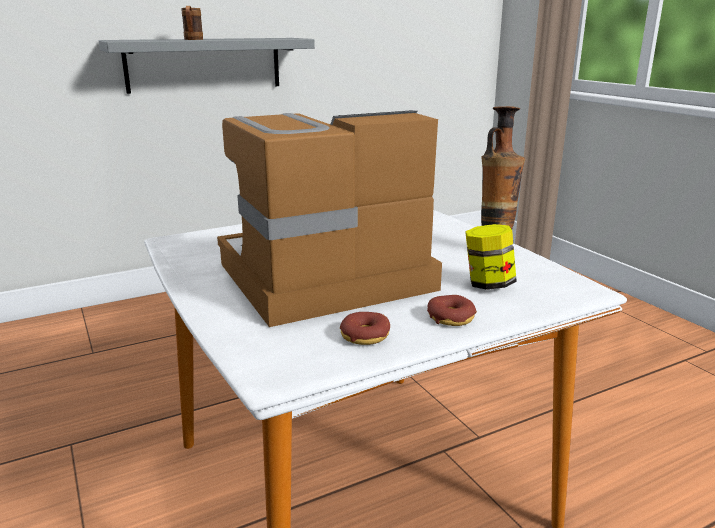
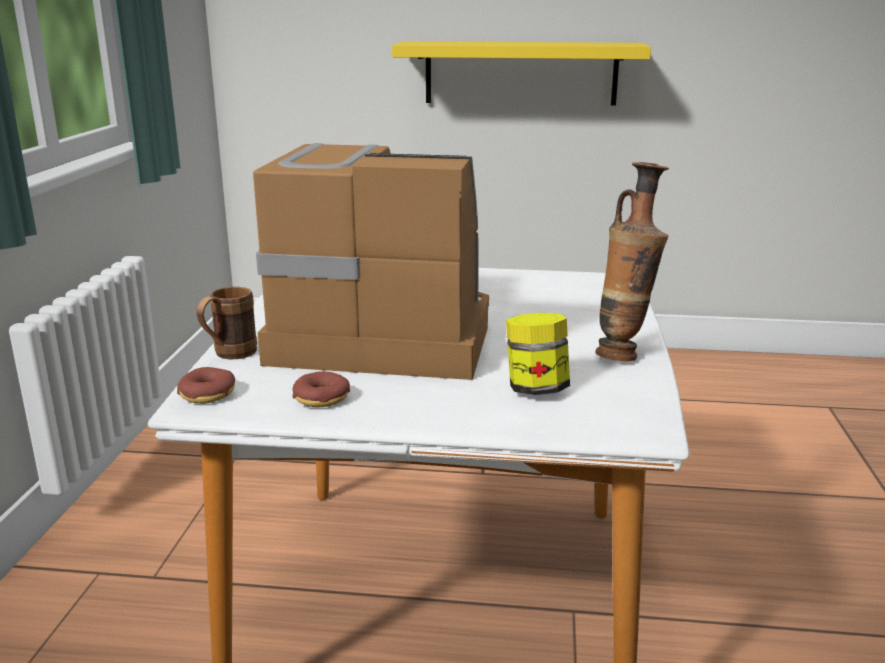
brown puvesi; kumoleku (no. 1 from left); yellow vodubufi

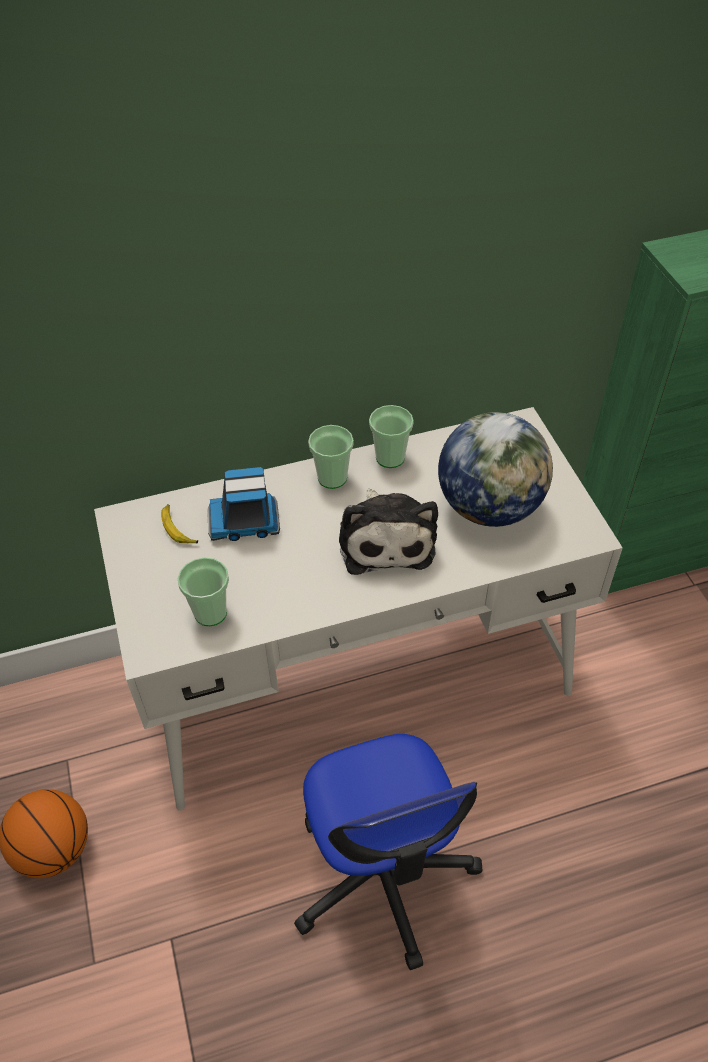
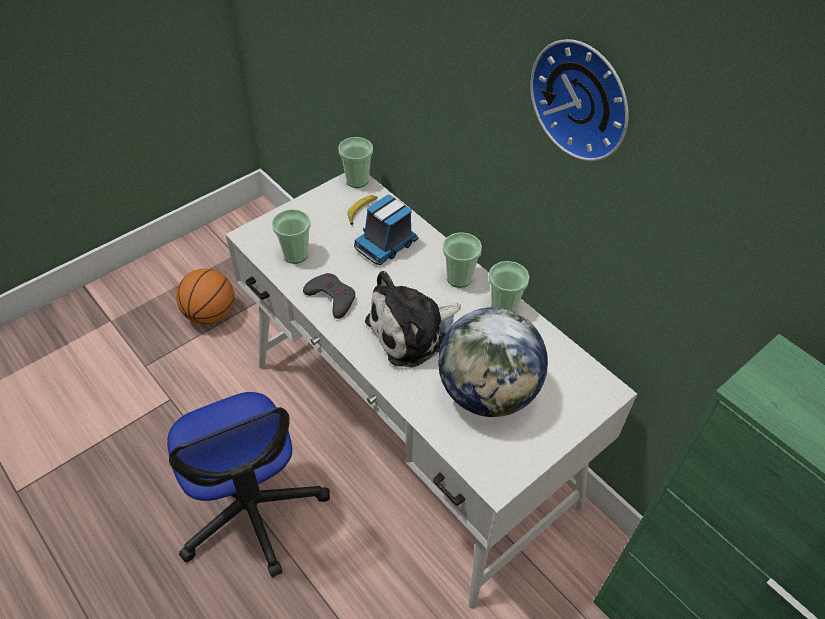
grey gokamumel; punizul (no. 2 from left); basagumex; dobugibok; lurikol

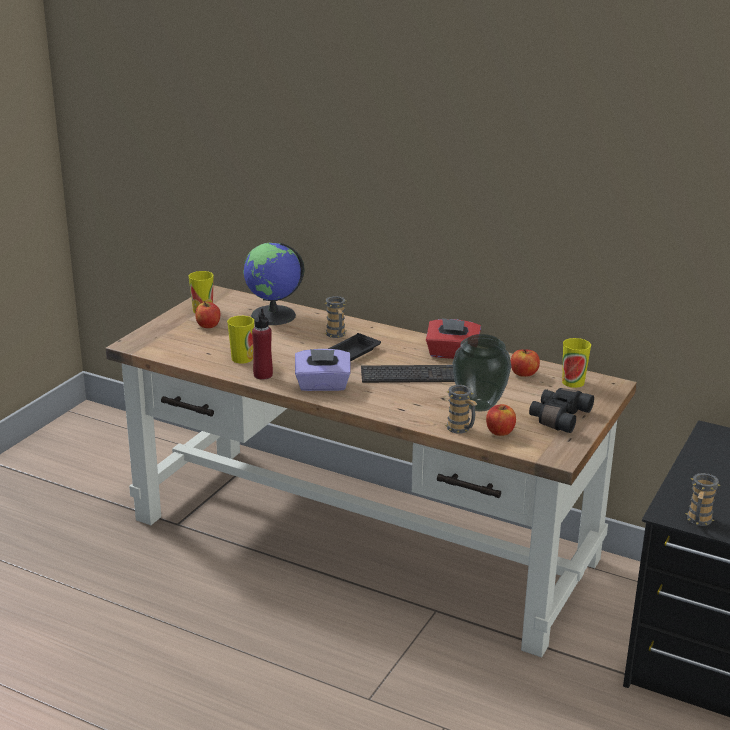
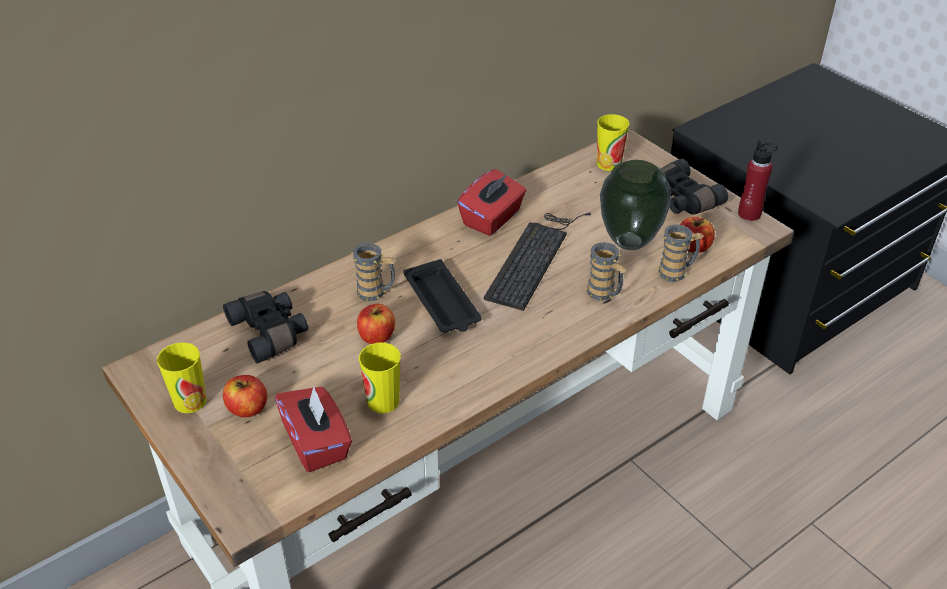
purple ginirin; red ginirin (no. 1 from left); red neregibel; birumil (no. 2 from left); puvesi (no. 2 from left); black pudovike (no. 1 from left)

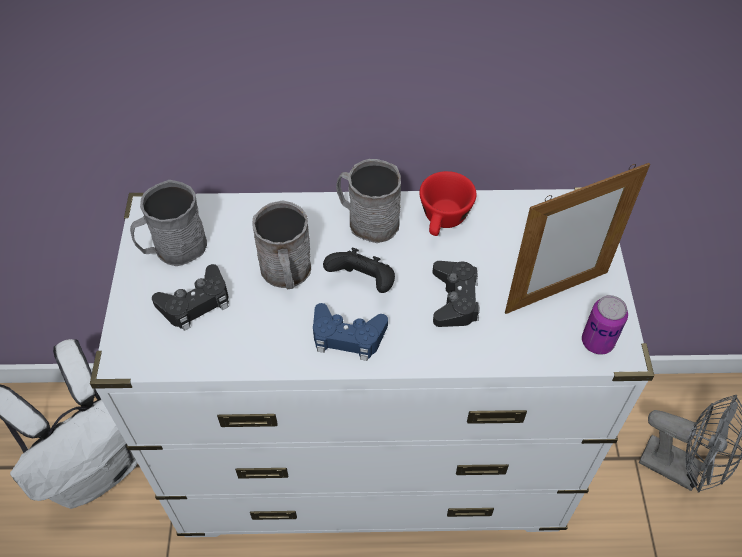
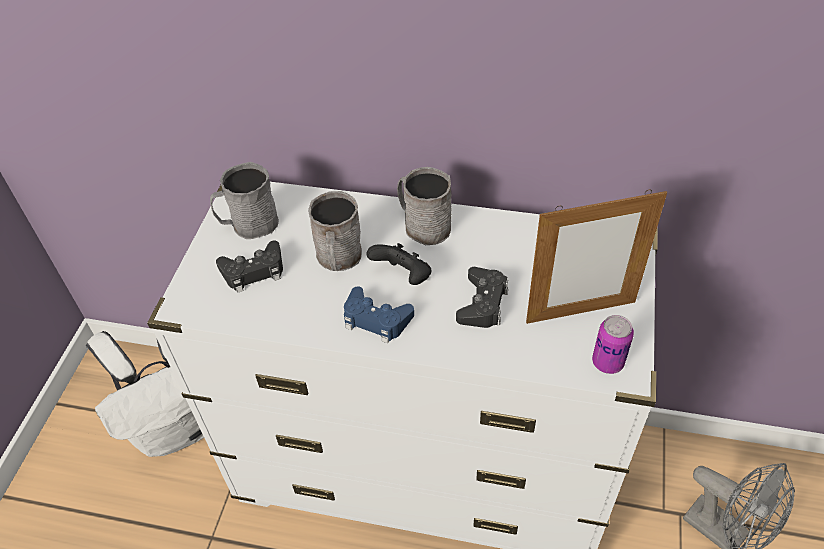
red punizul

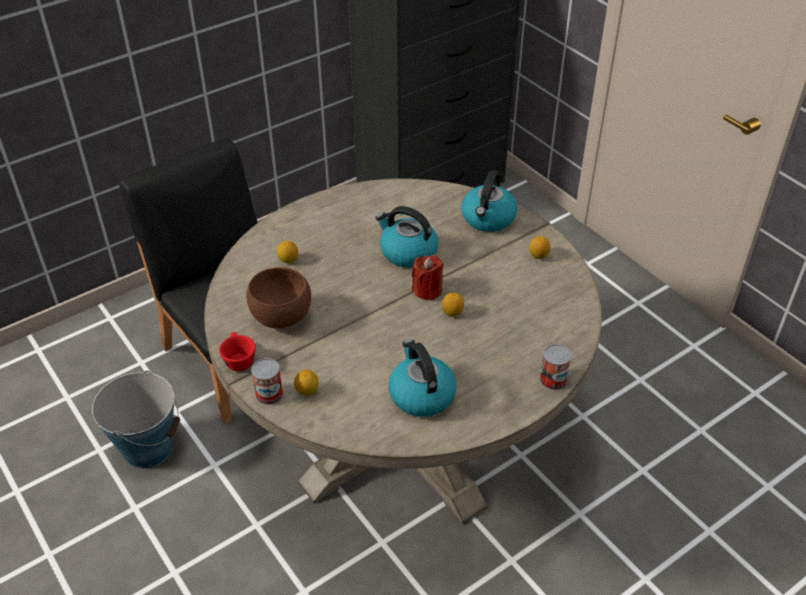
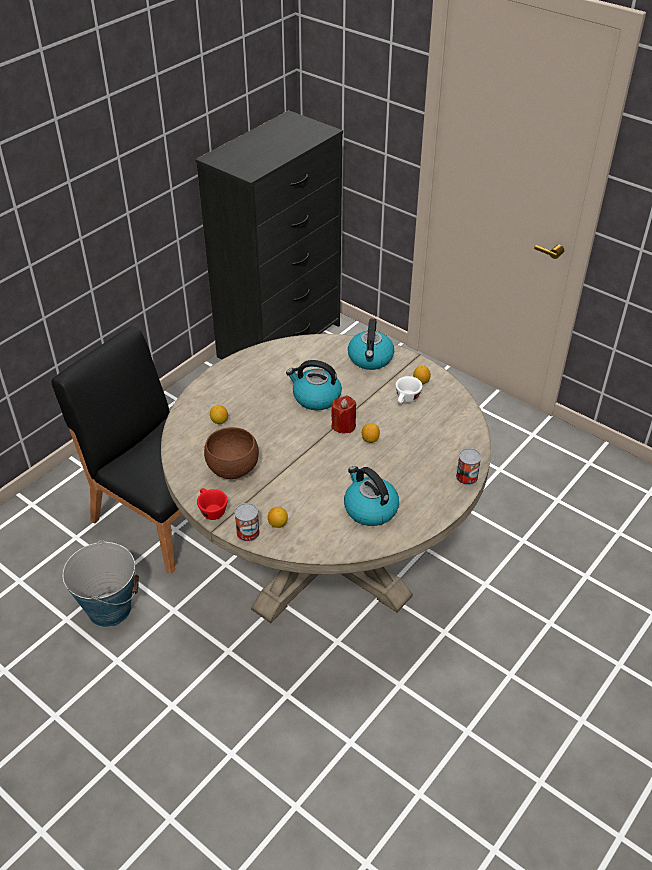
white punizul

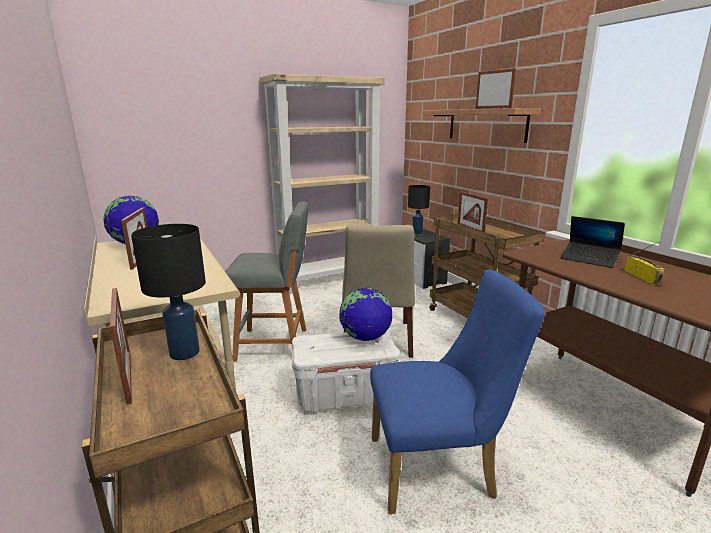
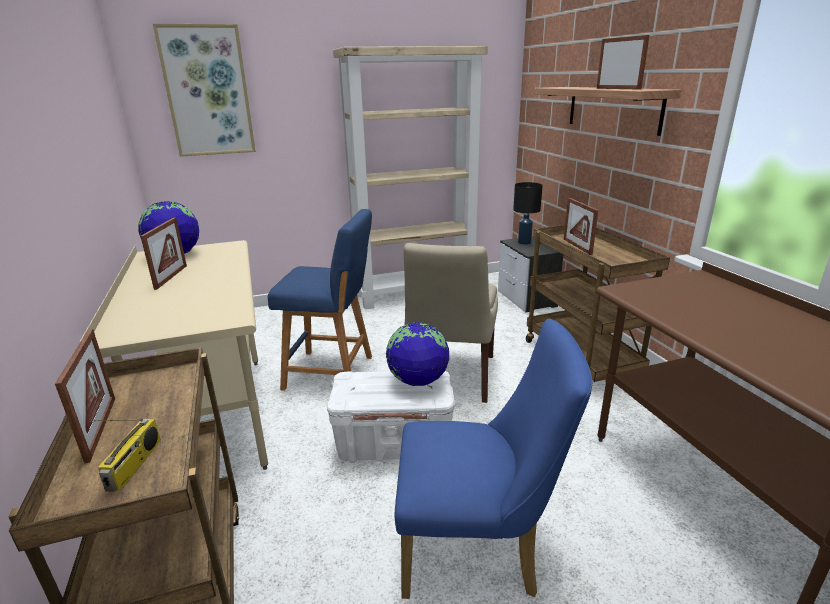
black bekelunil (no. 1 from left in the first image); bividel; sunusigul; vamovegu; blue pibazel

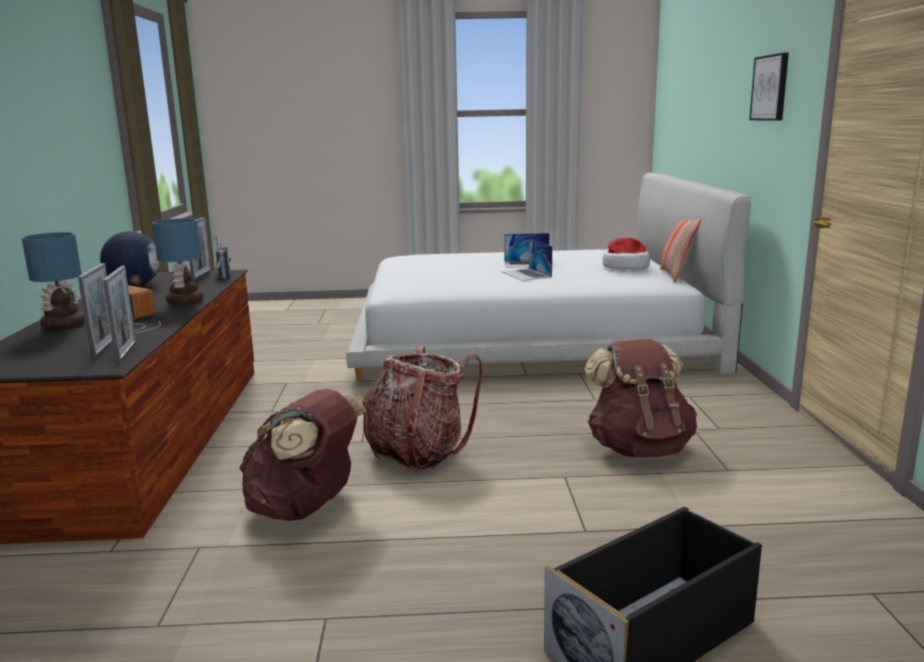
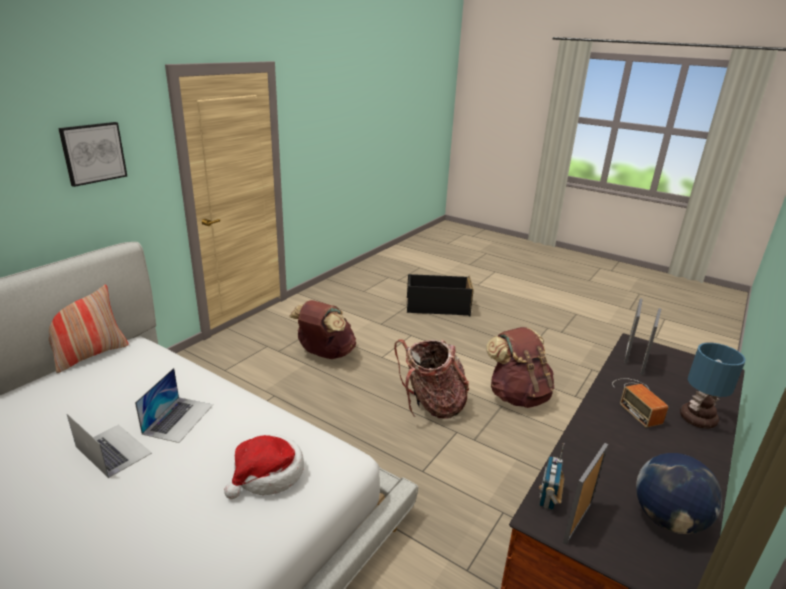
bekelunil (no. 2 from left in the first image); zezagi

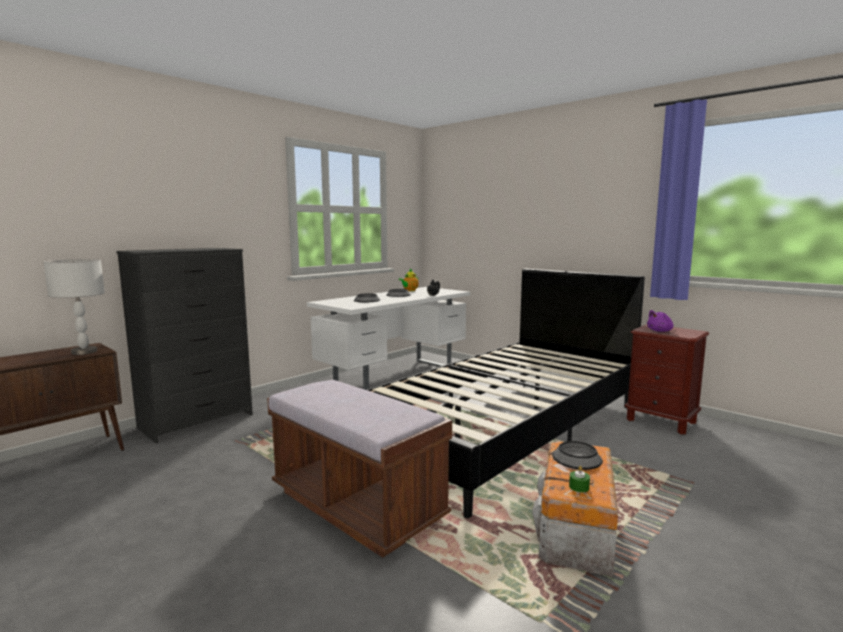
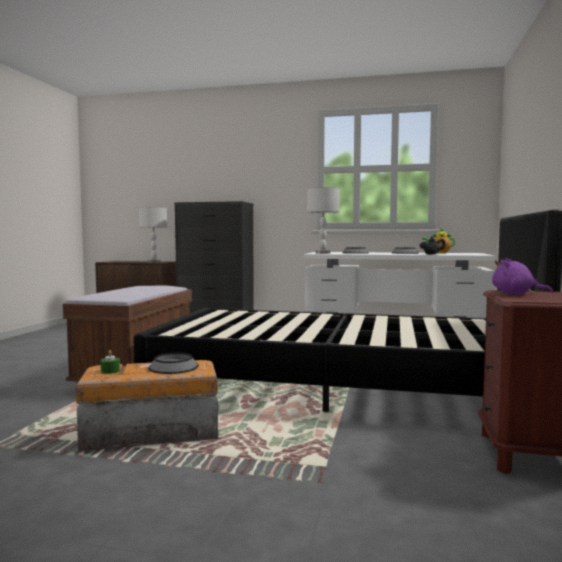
grey bekelunil (no. 2 from left)

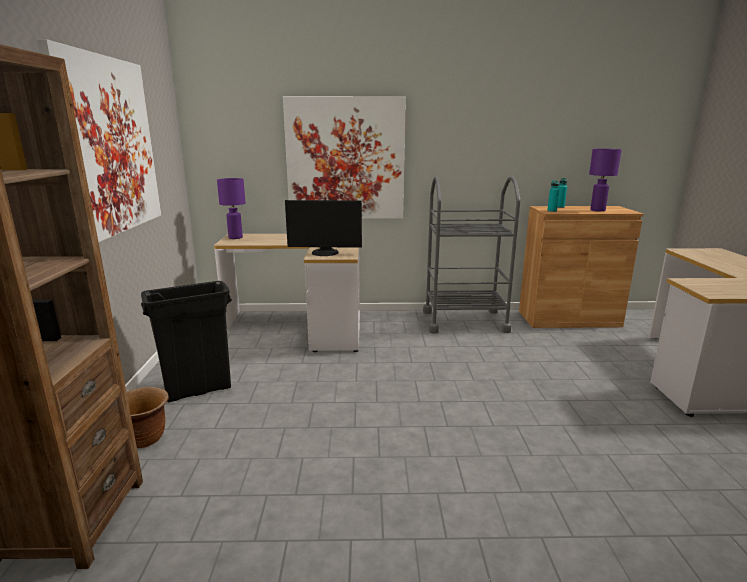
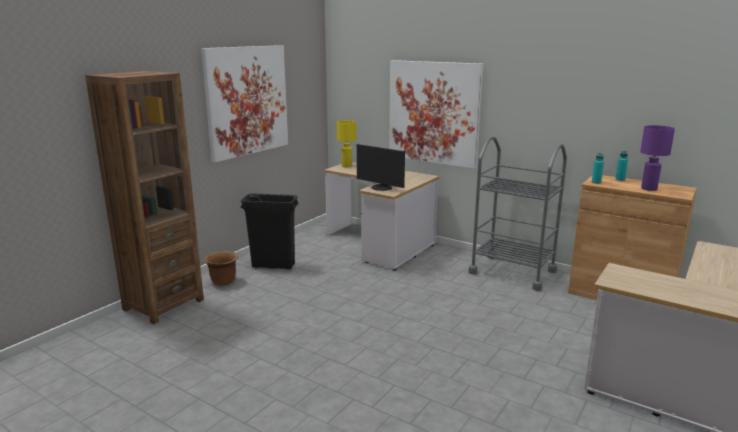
yellow bekelunil

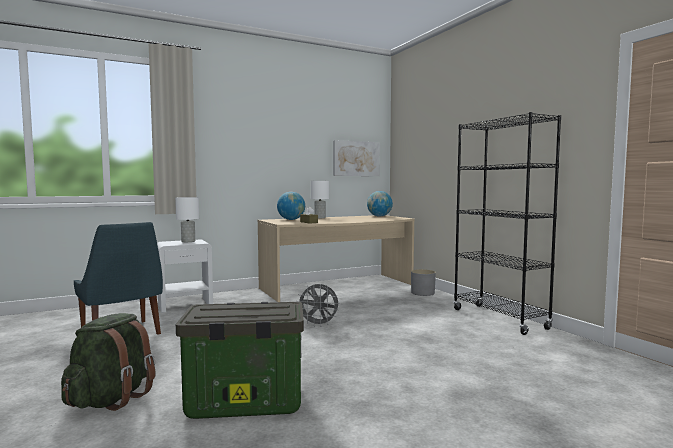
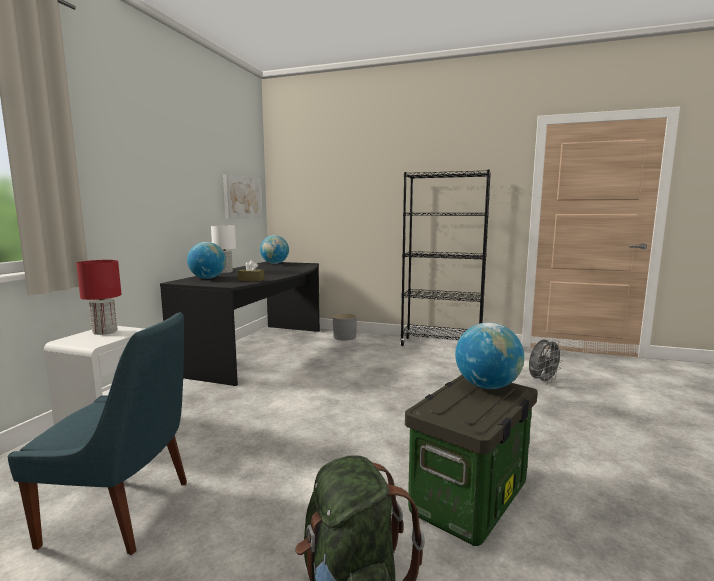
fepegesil (no. 3 from left); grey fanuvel; red bekelunil; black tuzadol

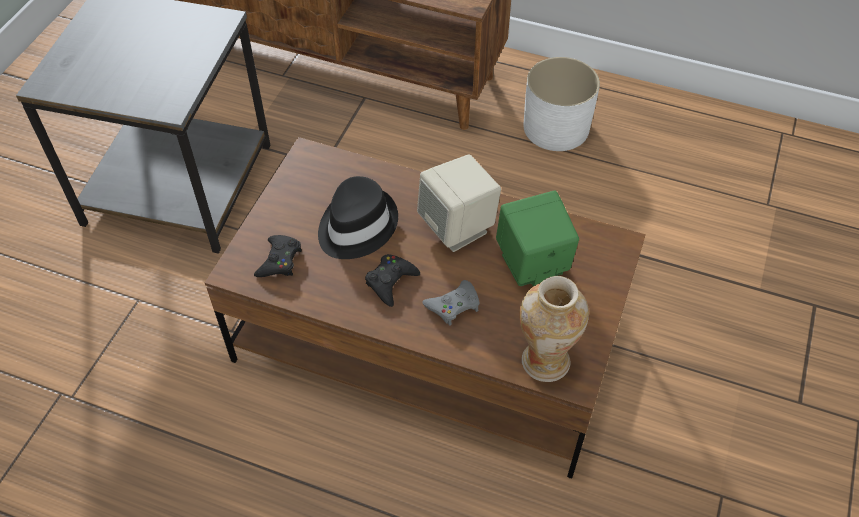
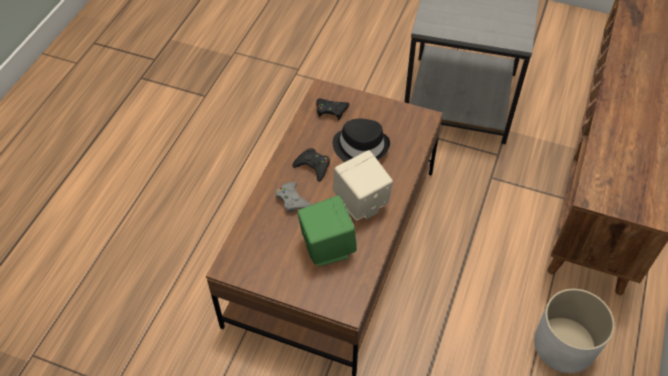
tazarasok

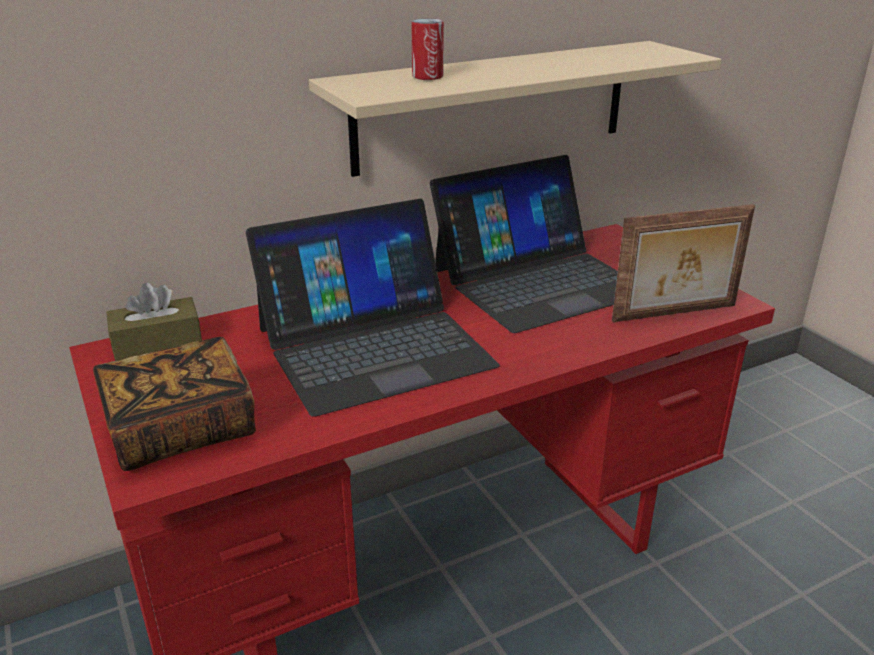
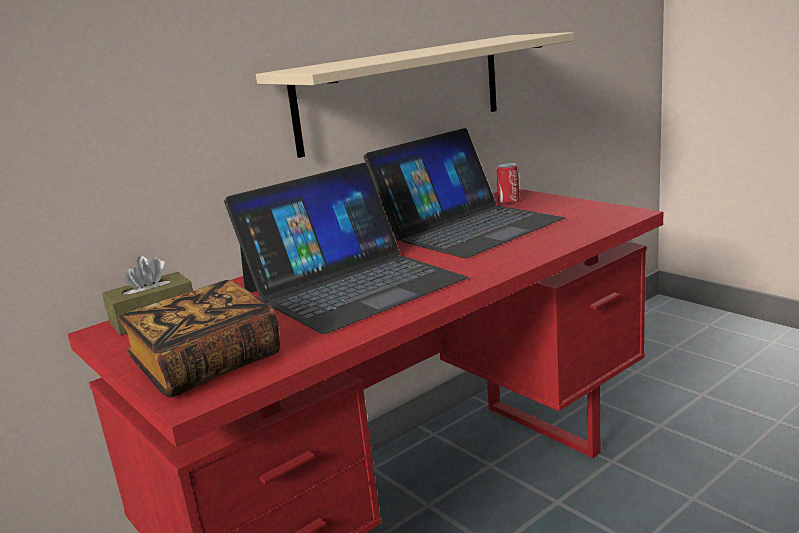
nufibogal; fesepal

